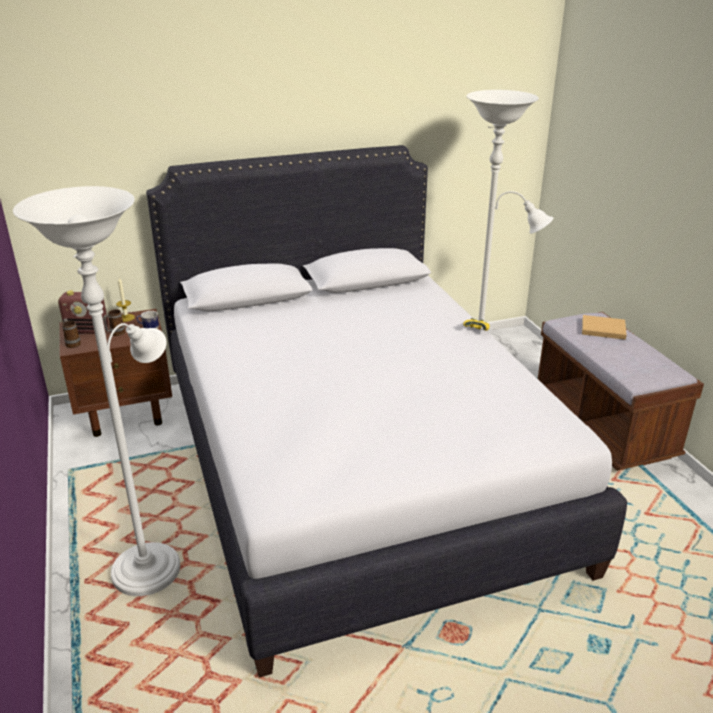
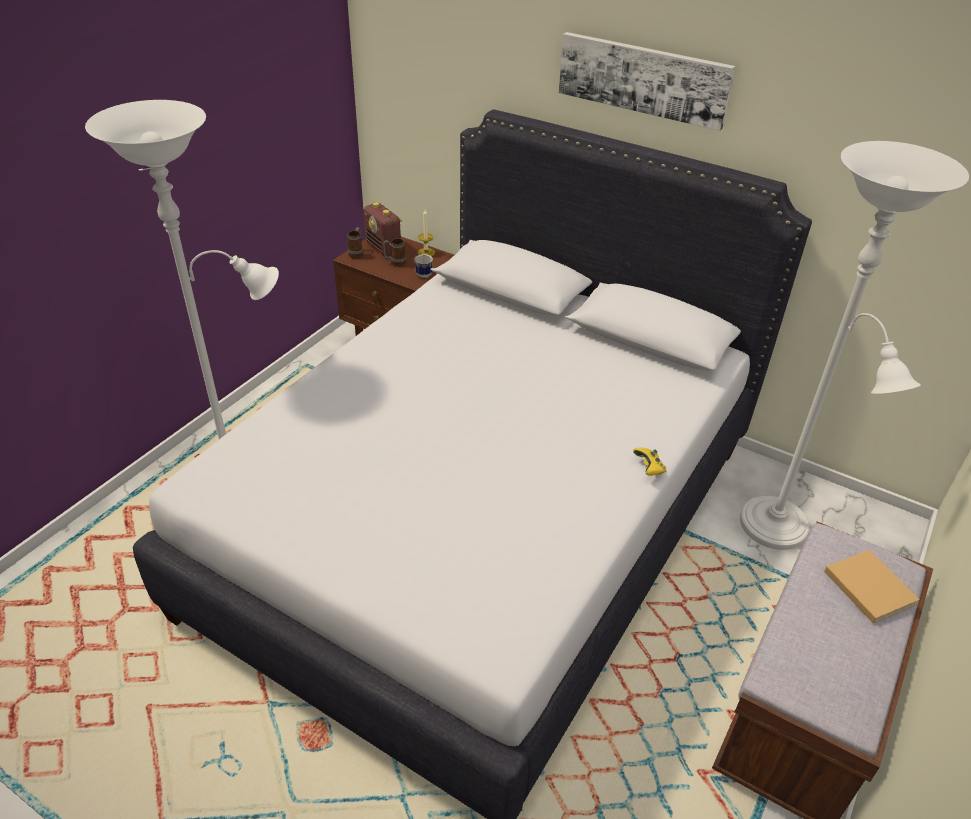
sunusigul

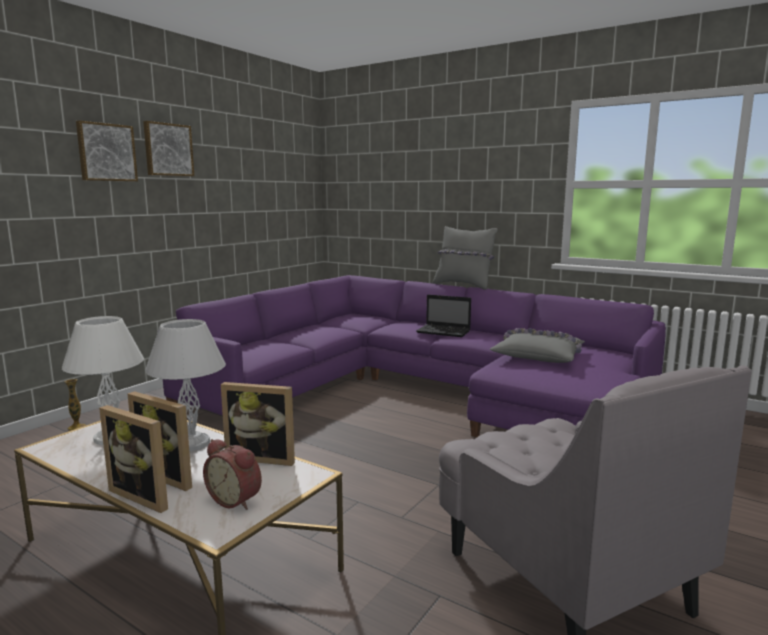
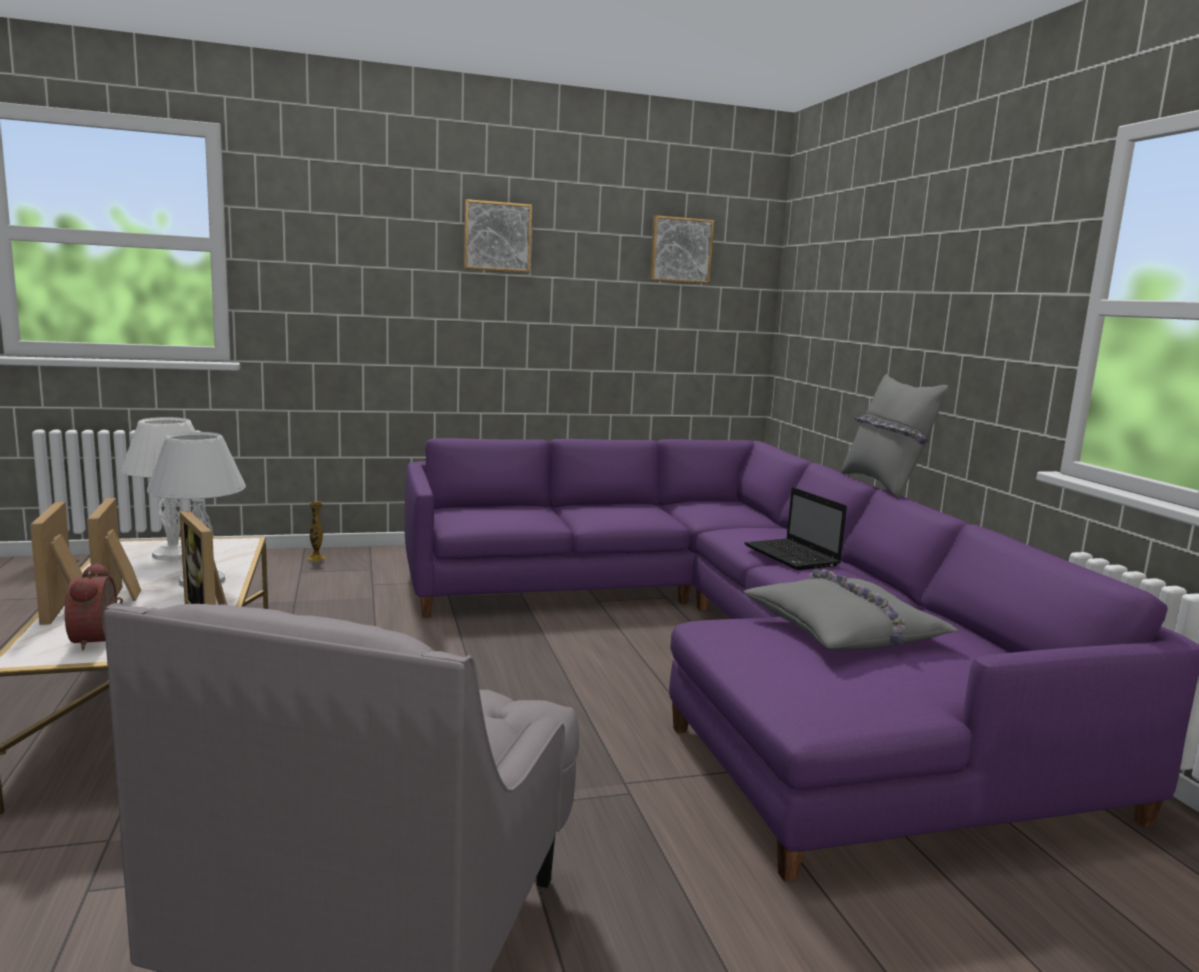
sunusigul (no. 2 from left)

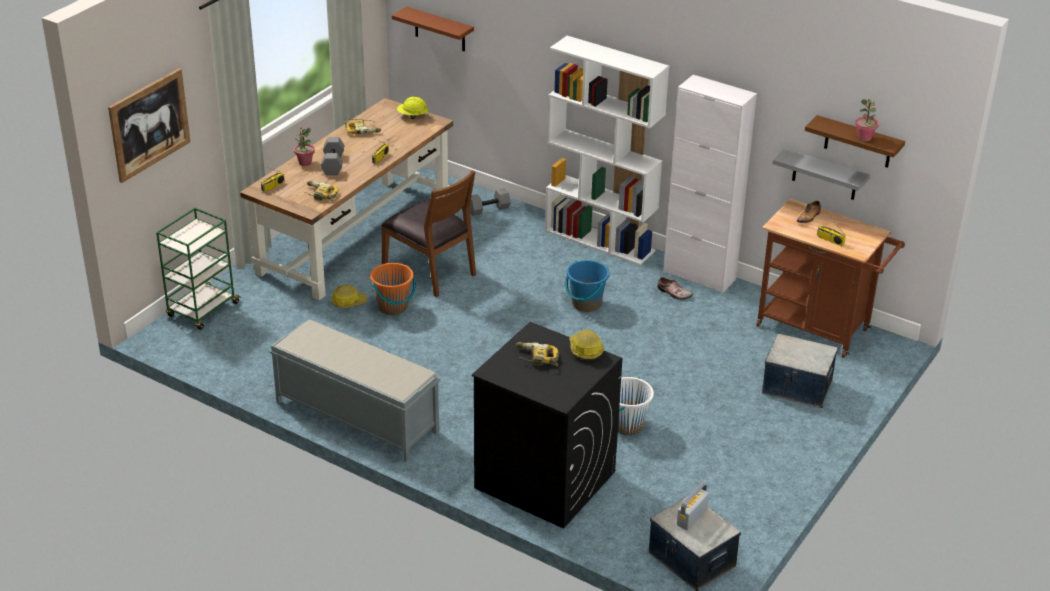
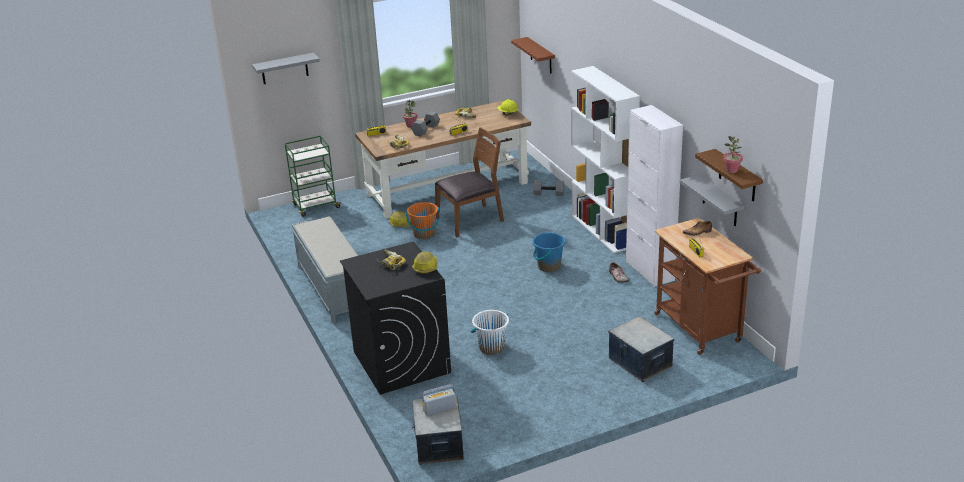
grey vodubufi (no. 1 from left); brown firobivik

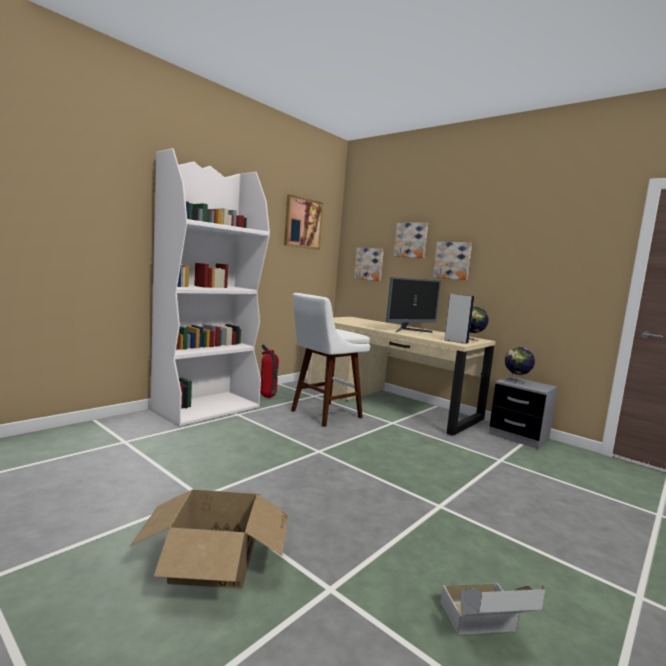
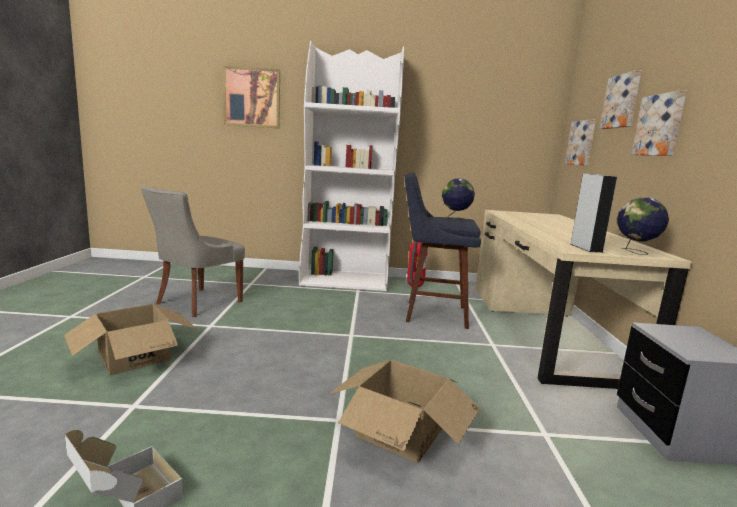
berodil; grey firobivik; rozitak (no. 3 from left); sunusigul (no. 1 from left); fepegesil (no. 1 from left); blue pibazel

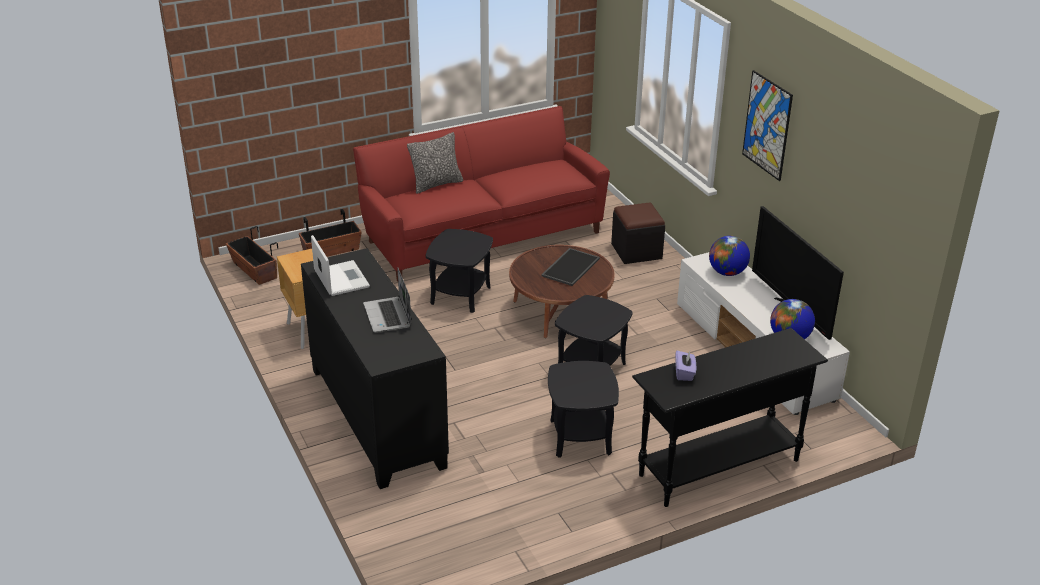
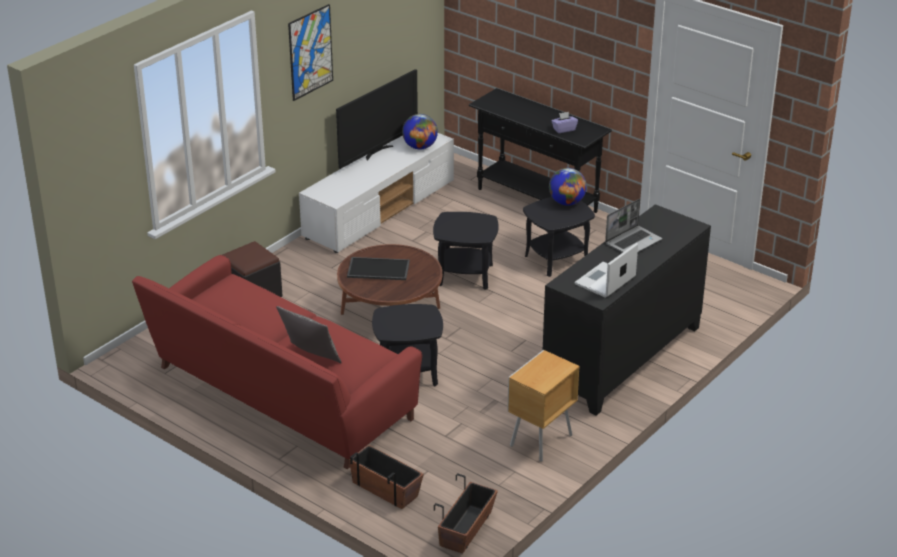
fepegesil (no. 2 from left)

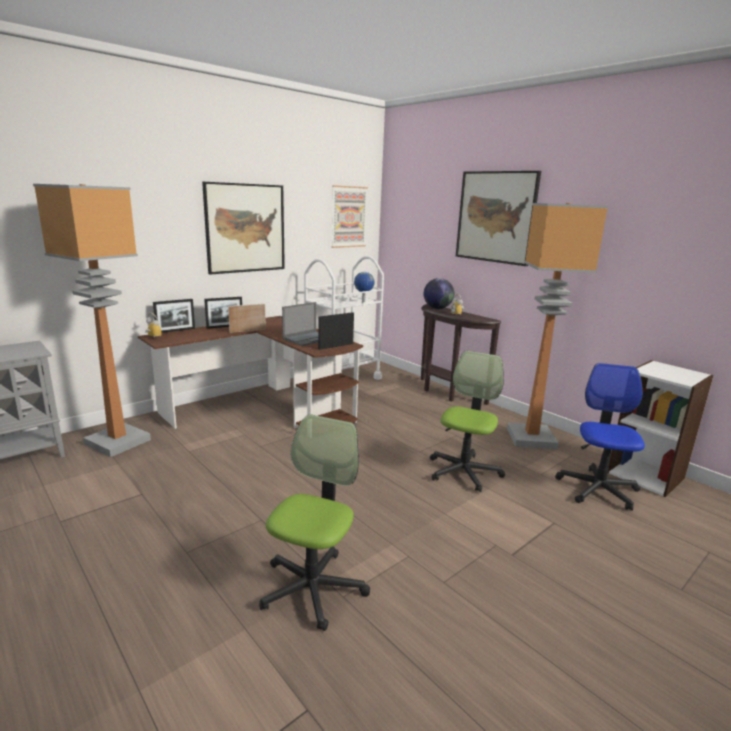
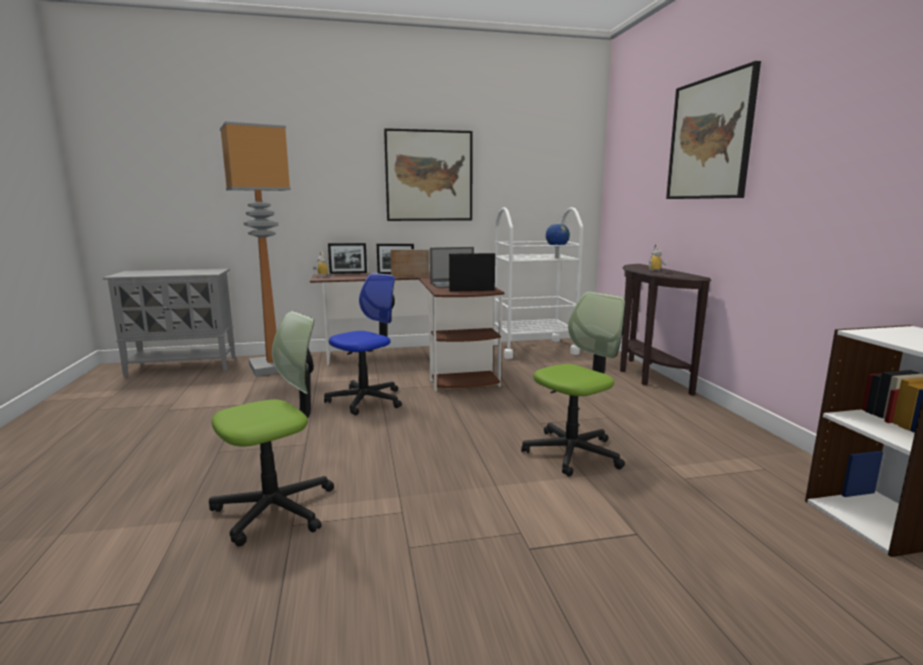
sunusigul (no. 2 from left in the first image); fepegesil (no. 2 from left in the first image); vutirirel (no. 2 from left in the first image); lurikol (no. 2 from left)

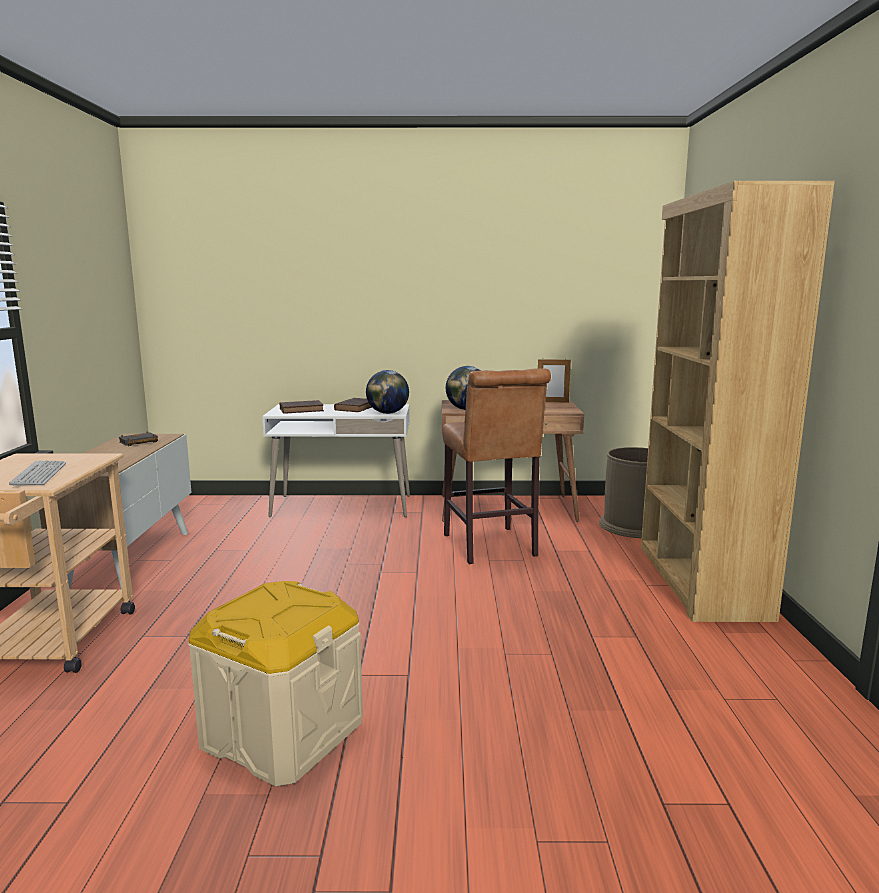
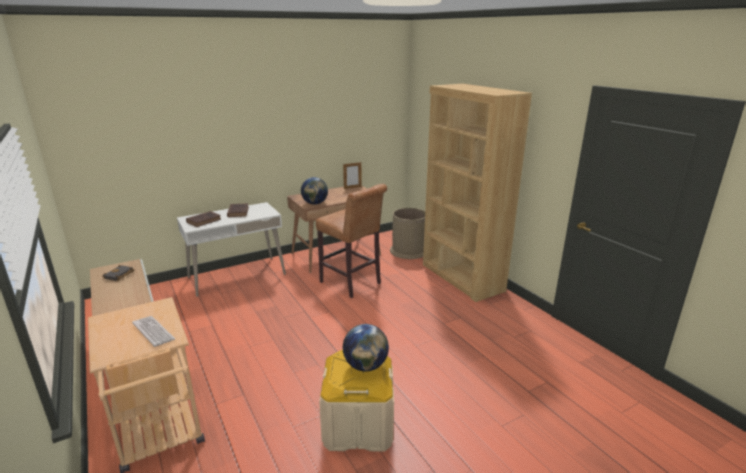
fepegesil (no. 2 from left)

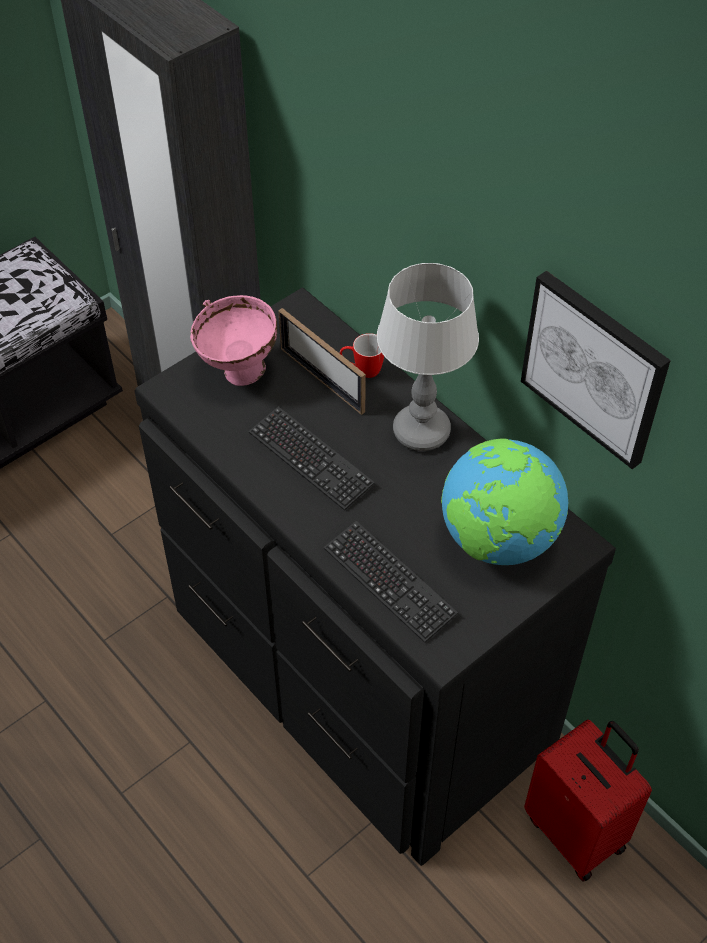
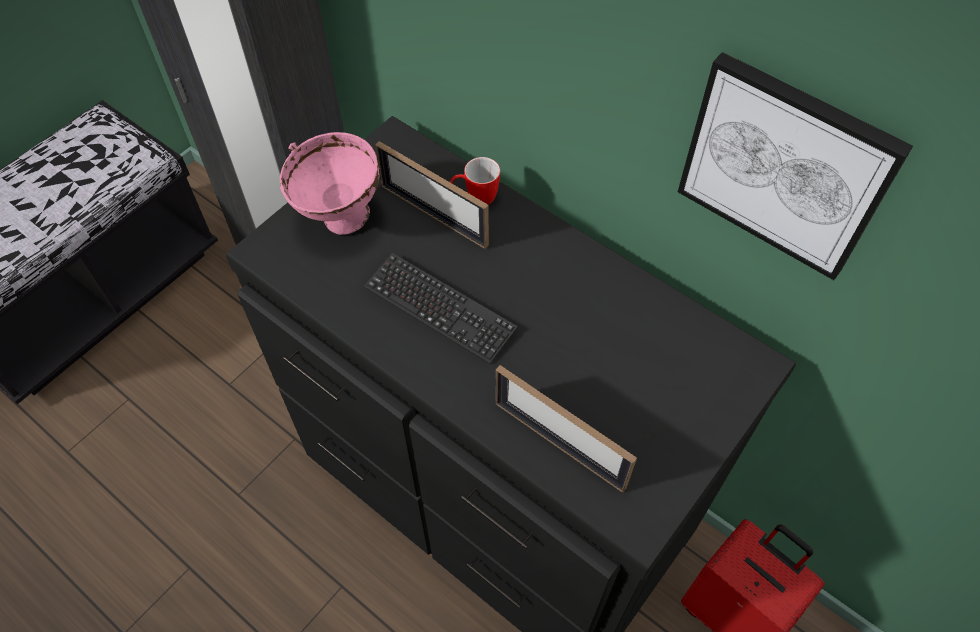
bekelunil; fepegesil; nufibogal (no. 2 from left)

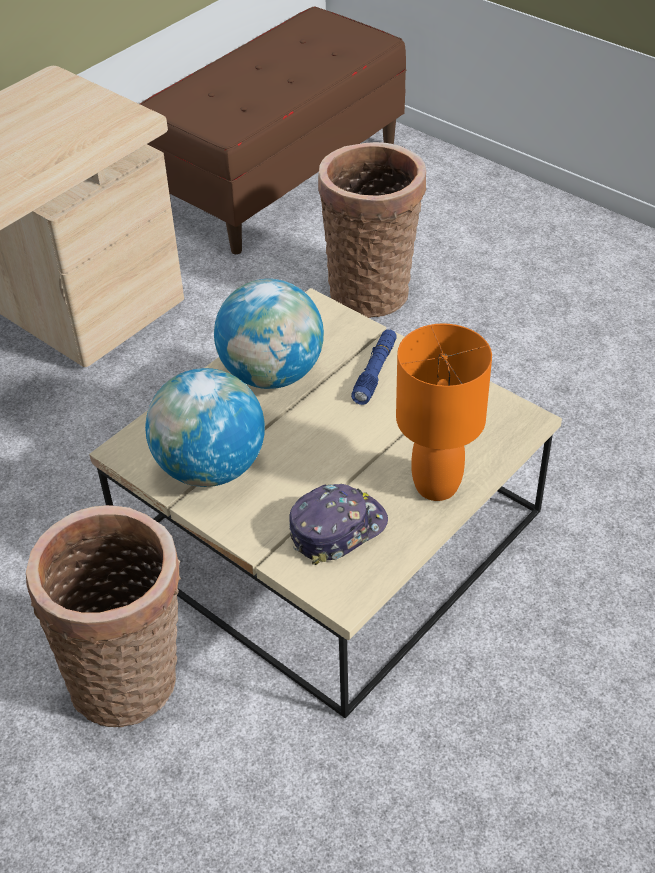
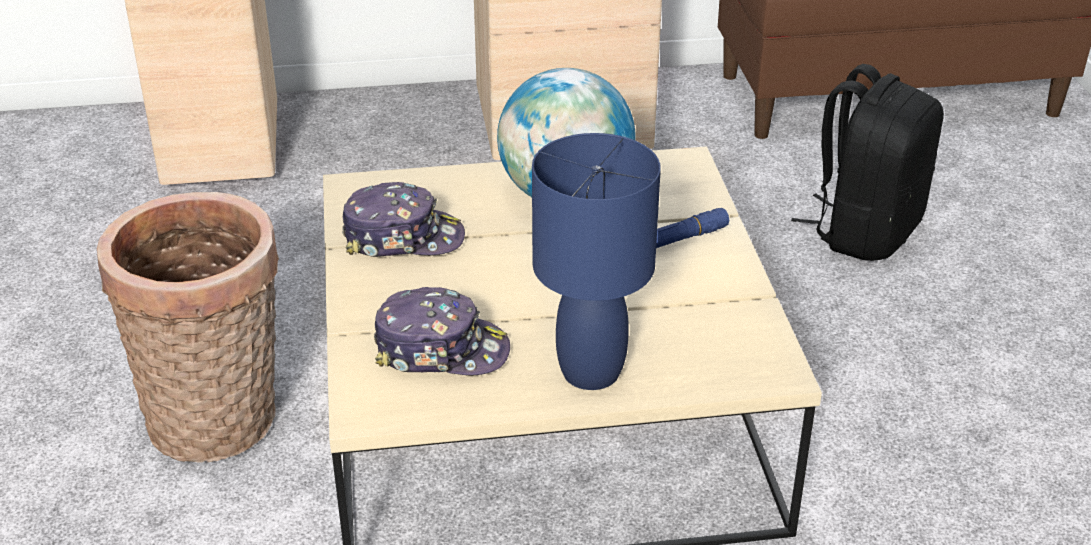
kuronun (no. 1 from left); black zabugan; blue bekelunil

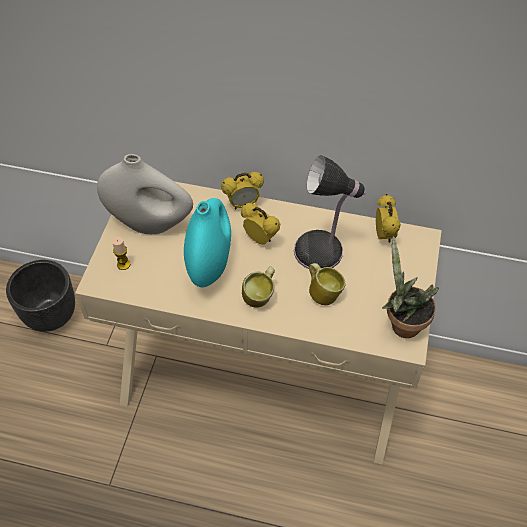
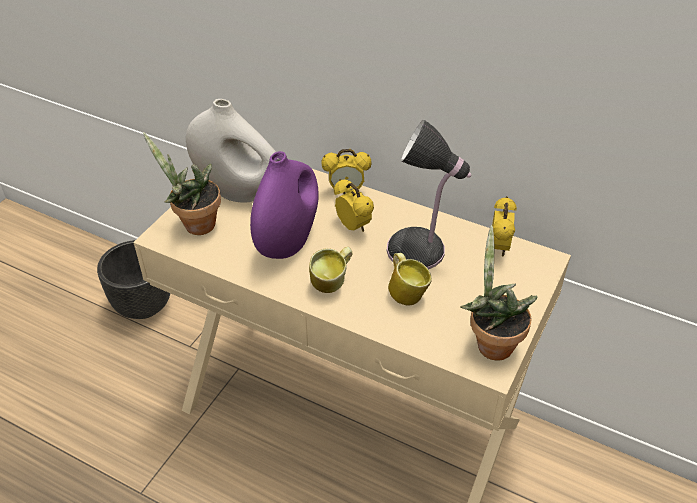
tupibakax (no. 1 from left); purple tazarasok

